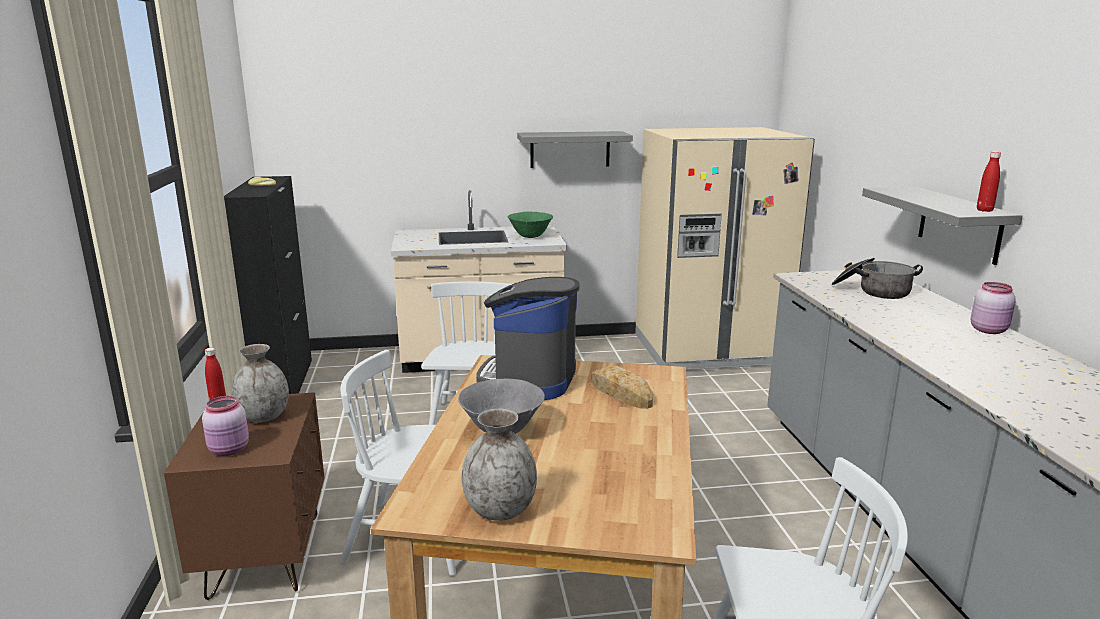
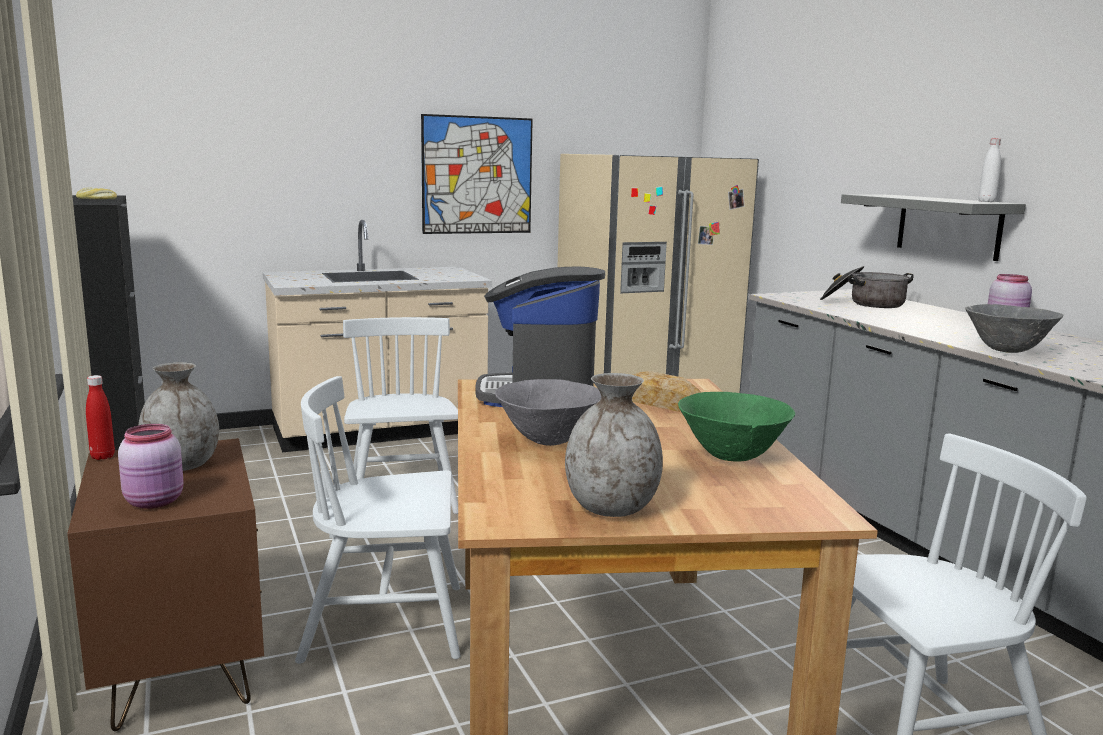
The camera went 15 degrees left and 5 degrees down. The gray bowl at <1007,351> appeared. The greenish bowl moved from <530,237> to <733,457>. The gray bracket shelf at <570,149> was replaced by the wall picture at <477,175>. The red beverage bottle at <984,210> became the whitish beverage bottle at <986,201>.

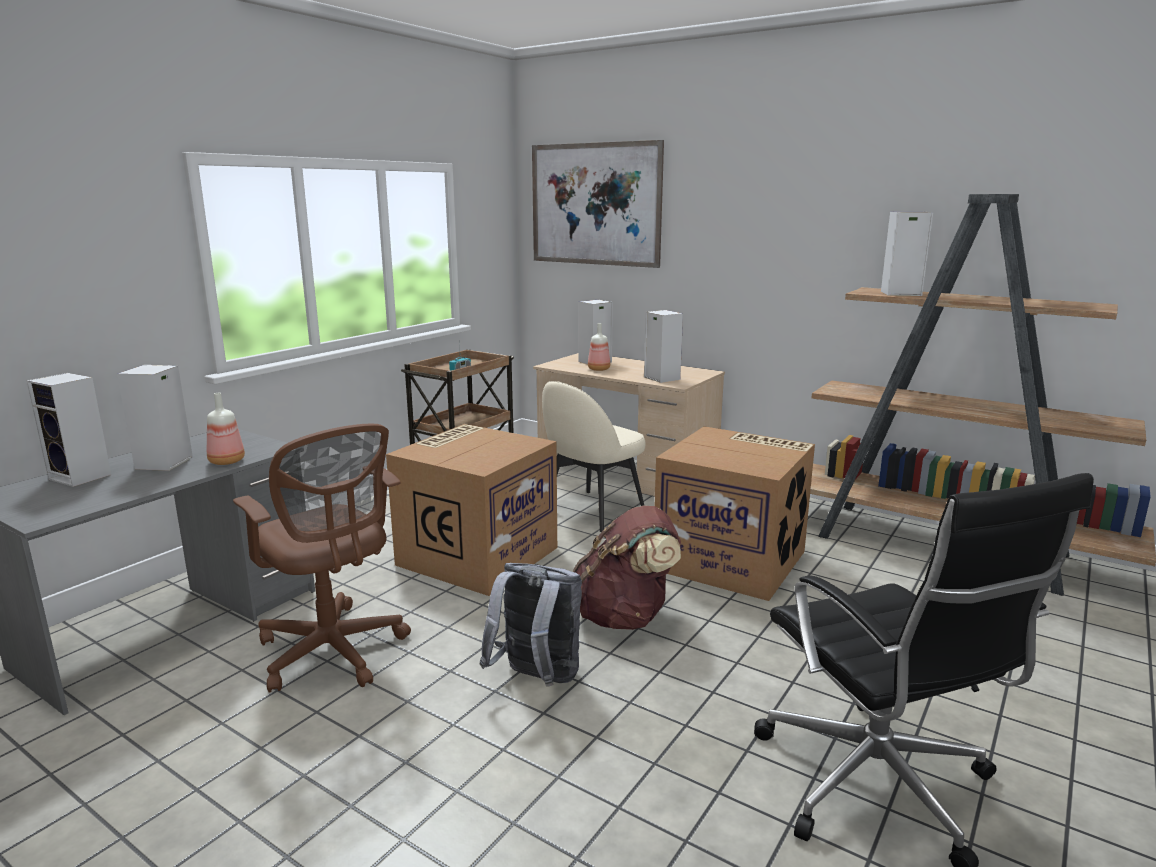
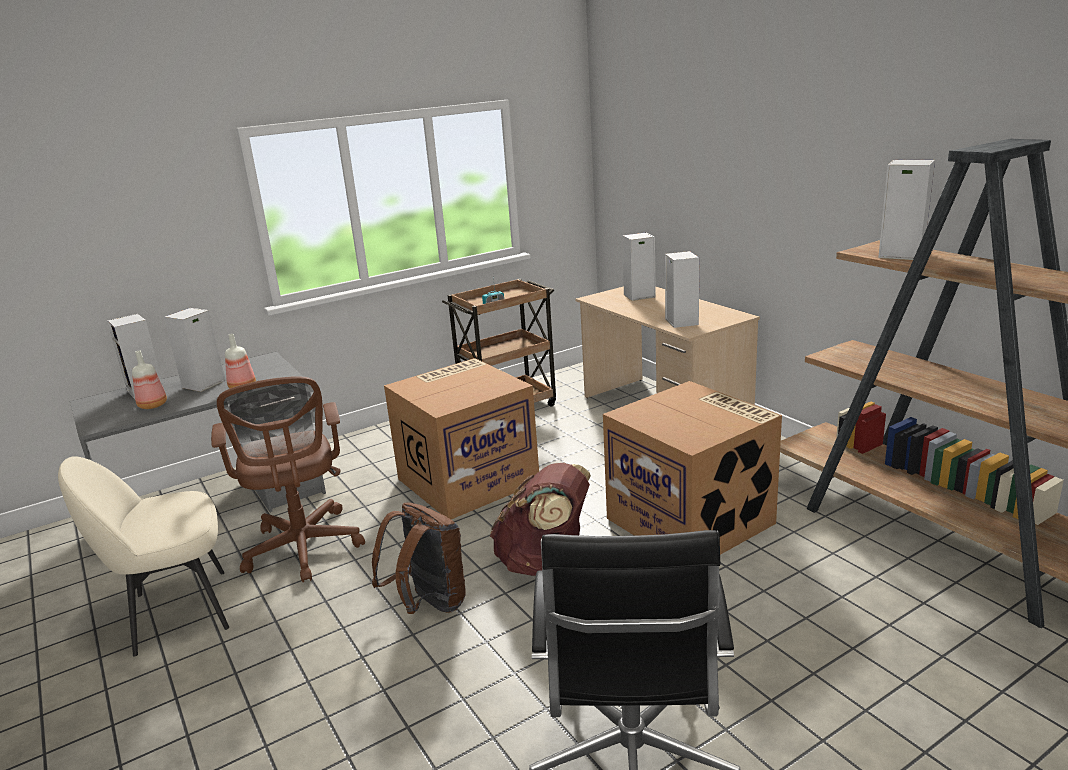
The camera went 25 degrees right and 5 degrees up. The wall picture at <594,204> disappeared. The beige-coloured chair moved from <592,511> to <177,612>. The beverage bottle moved from <598,369> to <152,405>. The gray knapsack at <536,679> became the brownish knapsack at <429,604>.

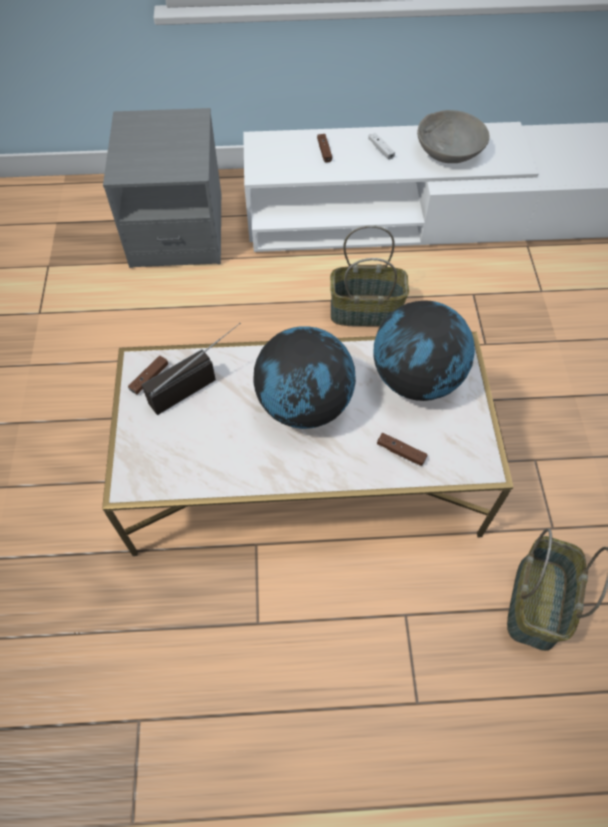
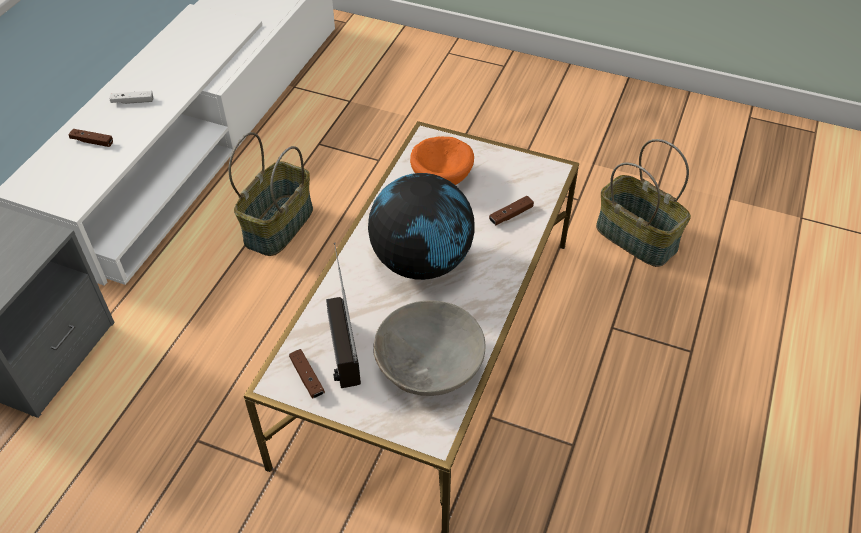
The camera went 65 degrees left and 10 degrees down. The gray bowl moved from <448,151> to <429,365>. The desk globe at <416,379> was replaced by the orangey bowl at <442,176>.

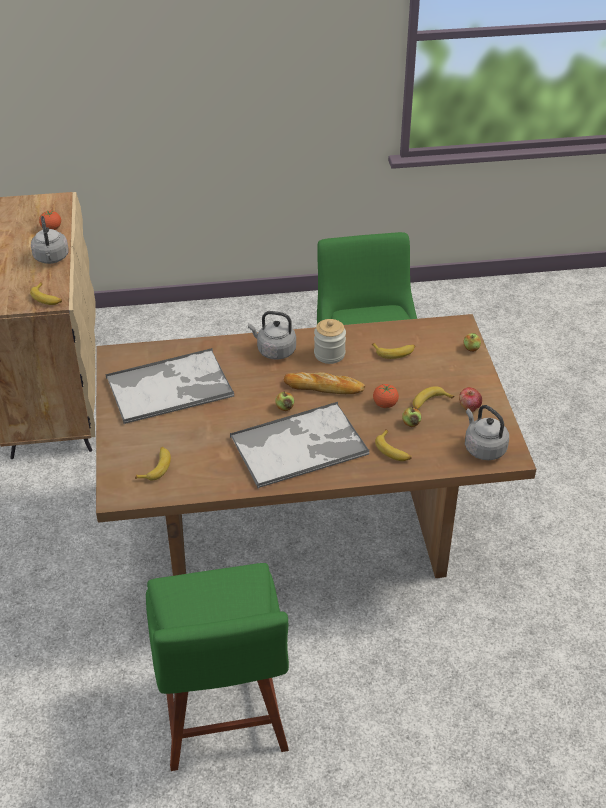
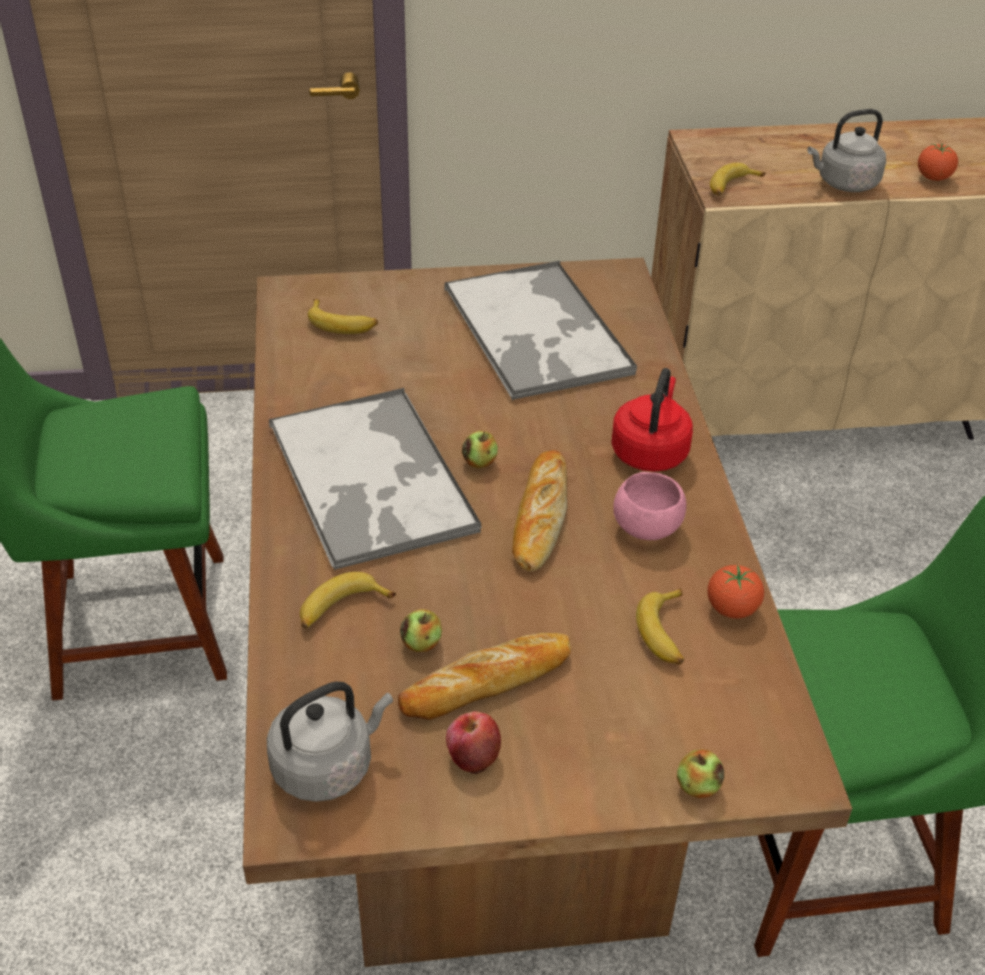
The camera went 90 degrees right and 0 degrees up. The fresh tomato moved from <385,404> to <732,609>. The preserve jar at <329,354> was replaced by the pink-coloured bowl at <647,528>. The whole banana at <429,403> was replaced by the baked bread at <488,681>. The gray water kettle at <274,351> became the red water kettle at <650,451>.

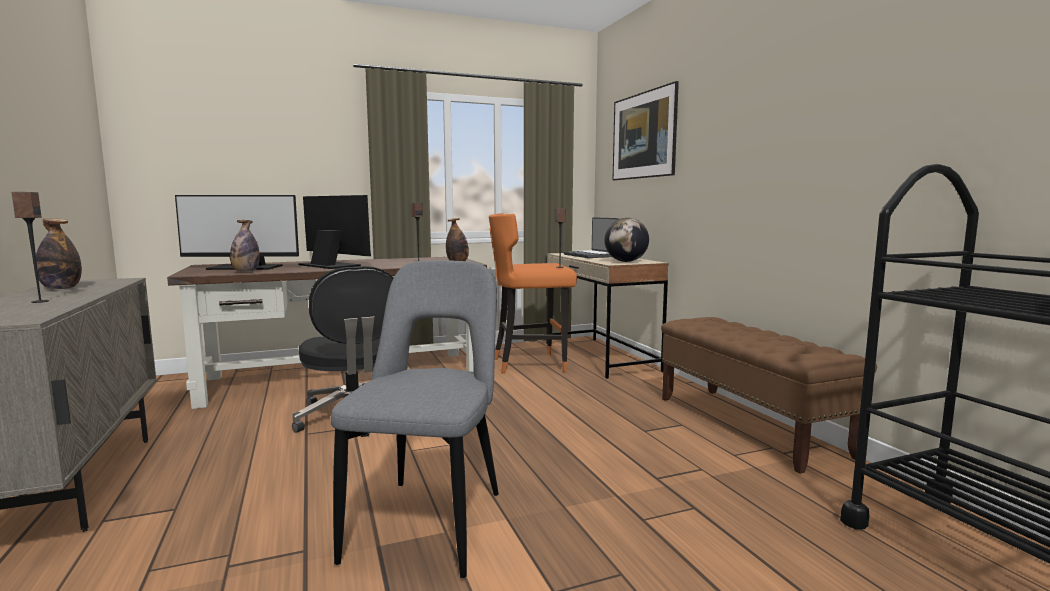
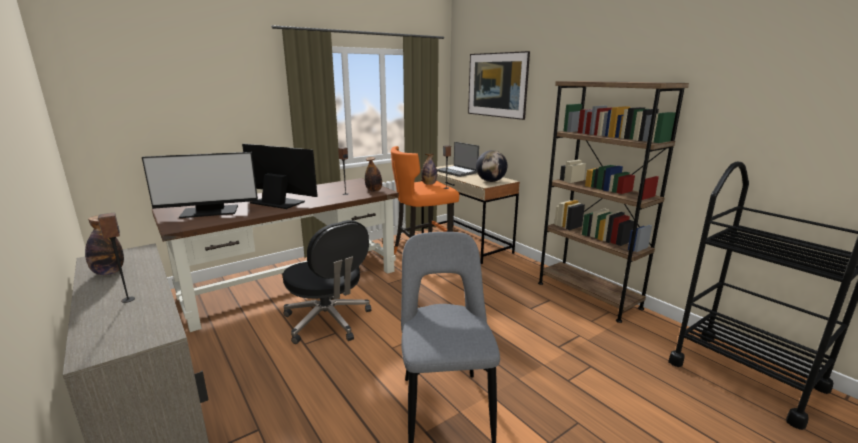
The camera went 15 degrees left and 10 degrees up. The beverage bottle moved from <246,272> to <429,184>. The brownish long seat at <749,425> was replaced by the brownish bookshelf at <587,295>.

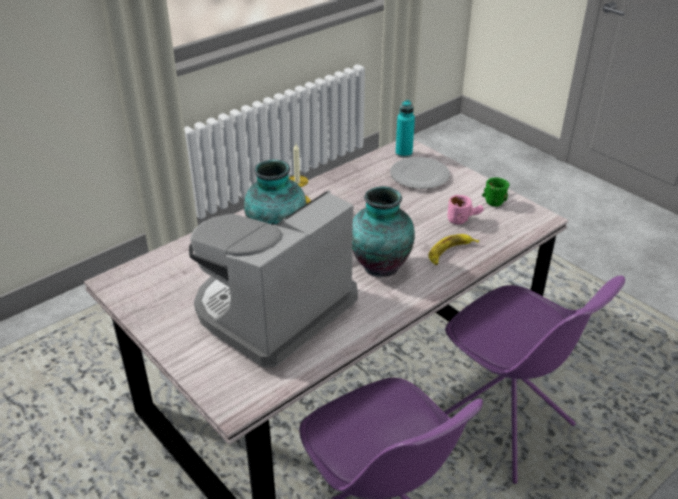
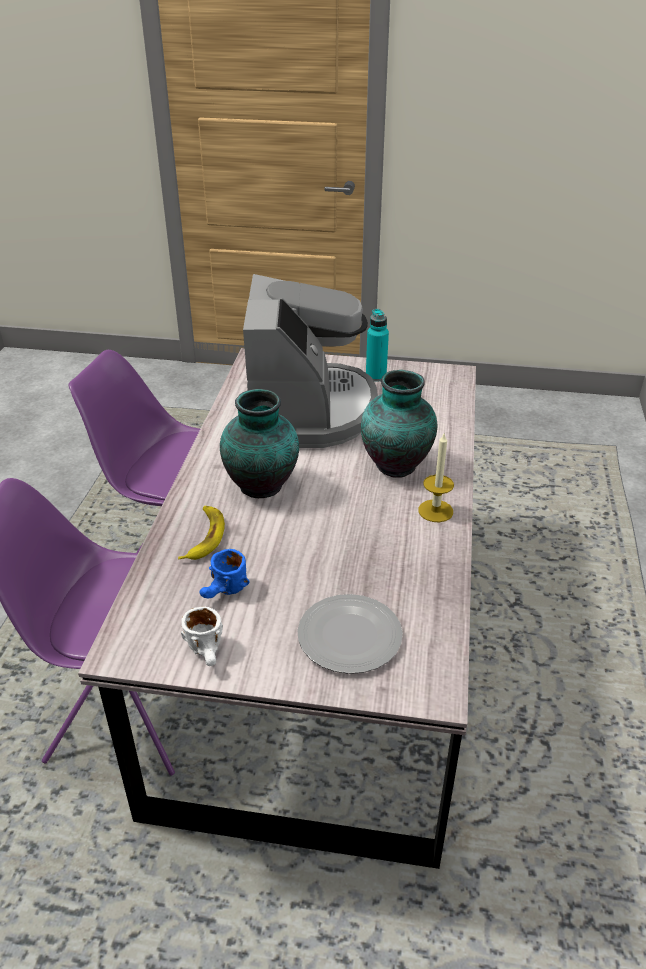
The camera went 140 degrees right and 0 degrees up. The blue-green beverage bottle moved from <403,153> to <376,376>. The pink-coloured mug at <463,218> became the blue-coloured mug at <225,592>. The greenish mug at <494,198> became the whitish mug at <209,653>.

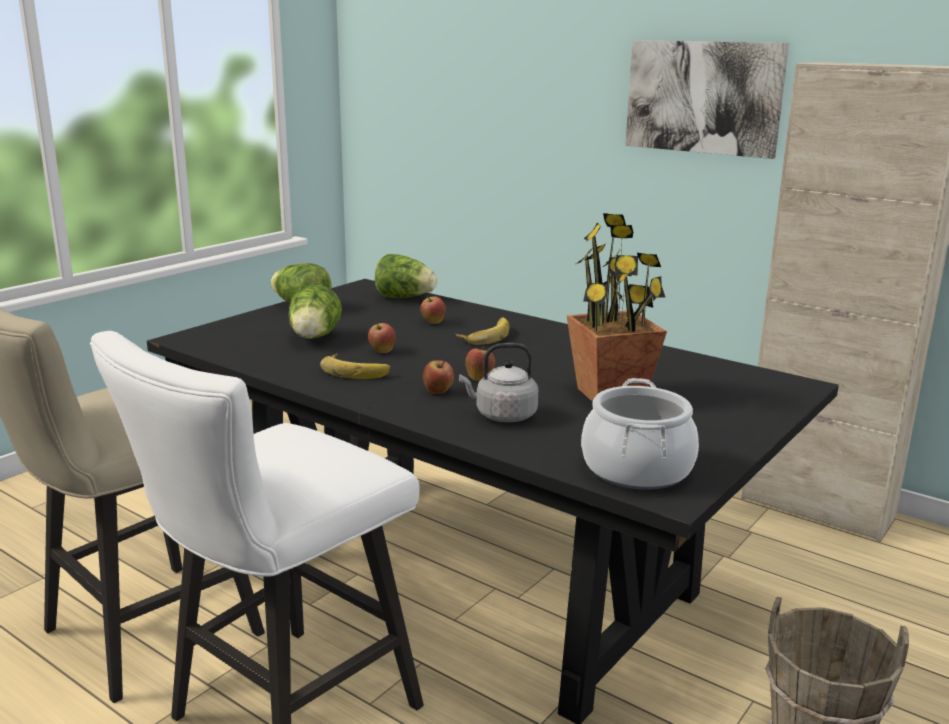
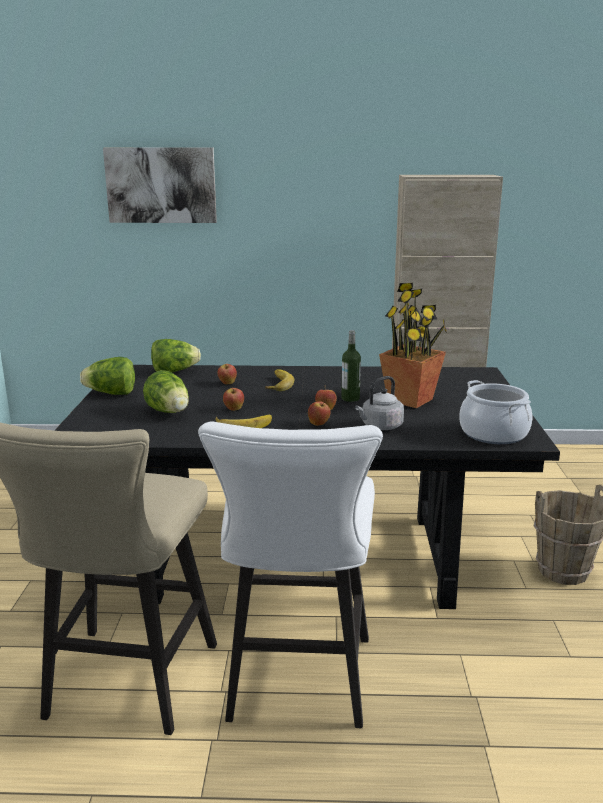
The camera went 35 degrees left and 0 degrees up. The beverage bottle at <350,398> appeared. The wall picture moved from <703,97> to <161,185>.

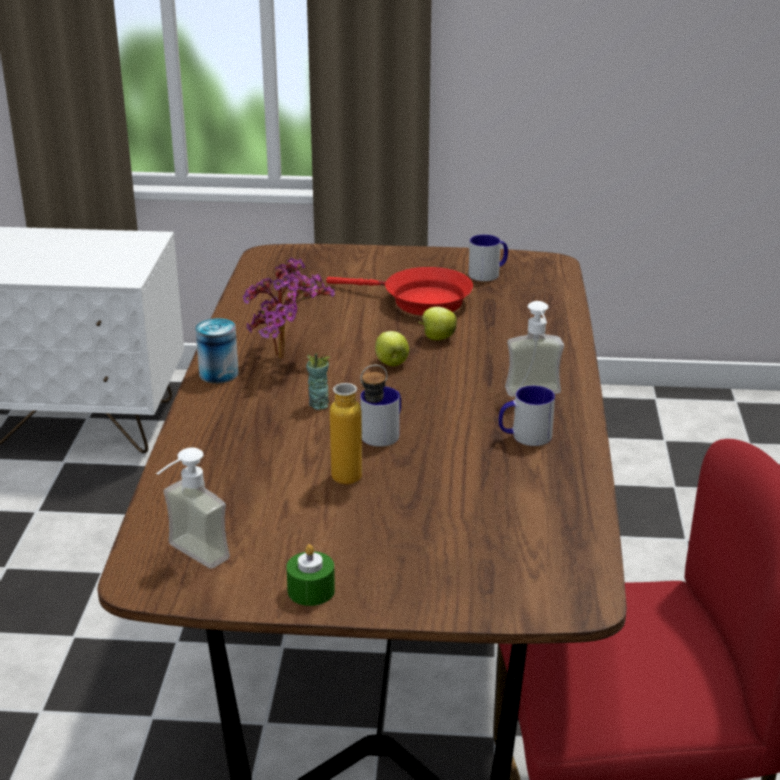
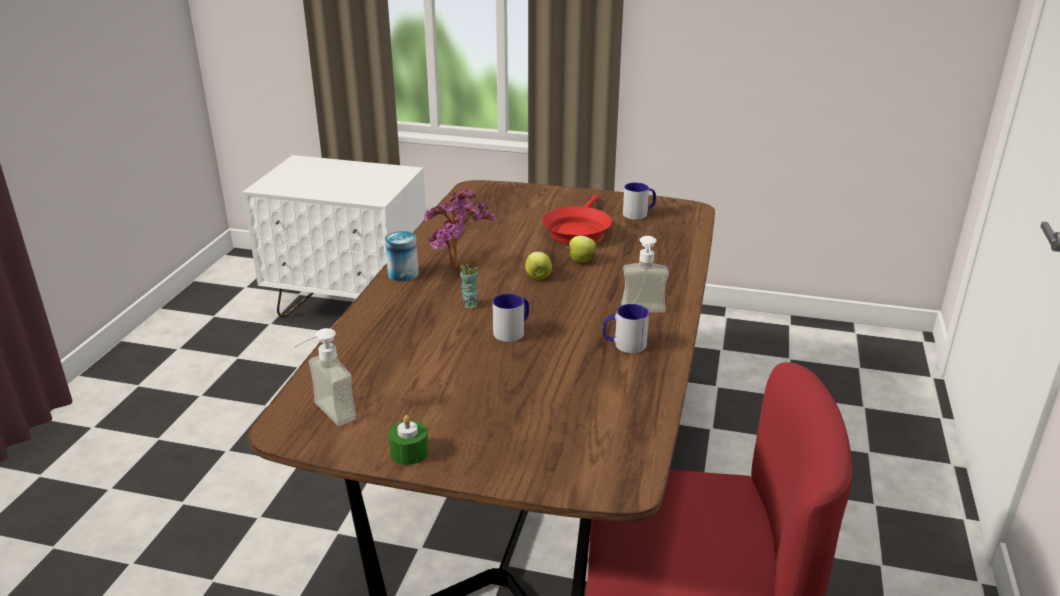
The camera went 10 degrees right and 0 degrees up. The beverage bottle at <359,476> disappeared. The red pan at <419,301> turned 75 degrees clockwise.

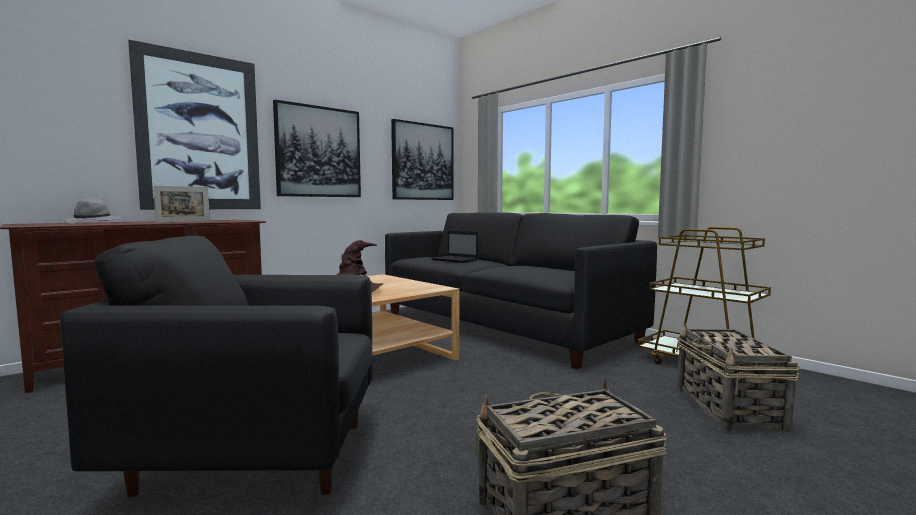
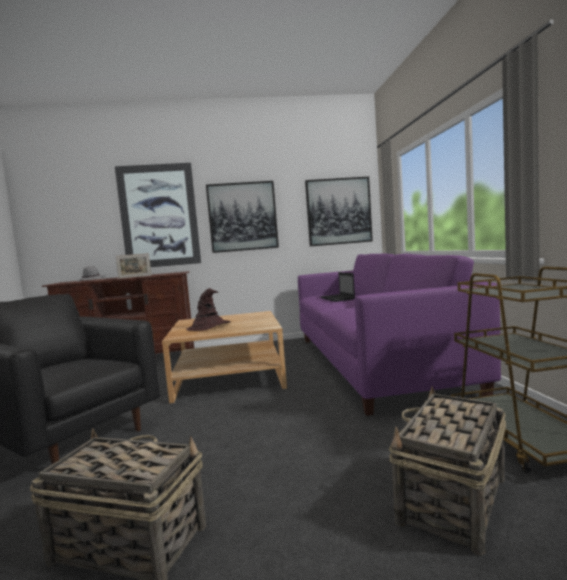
The camera went 35 degrees right and 0 degrees up. The black-coloured settee at <502,327> became the purple settee at <372,362>.

